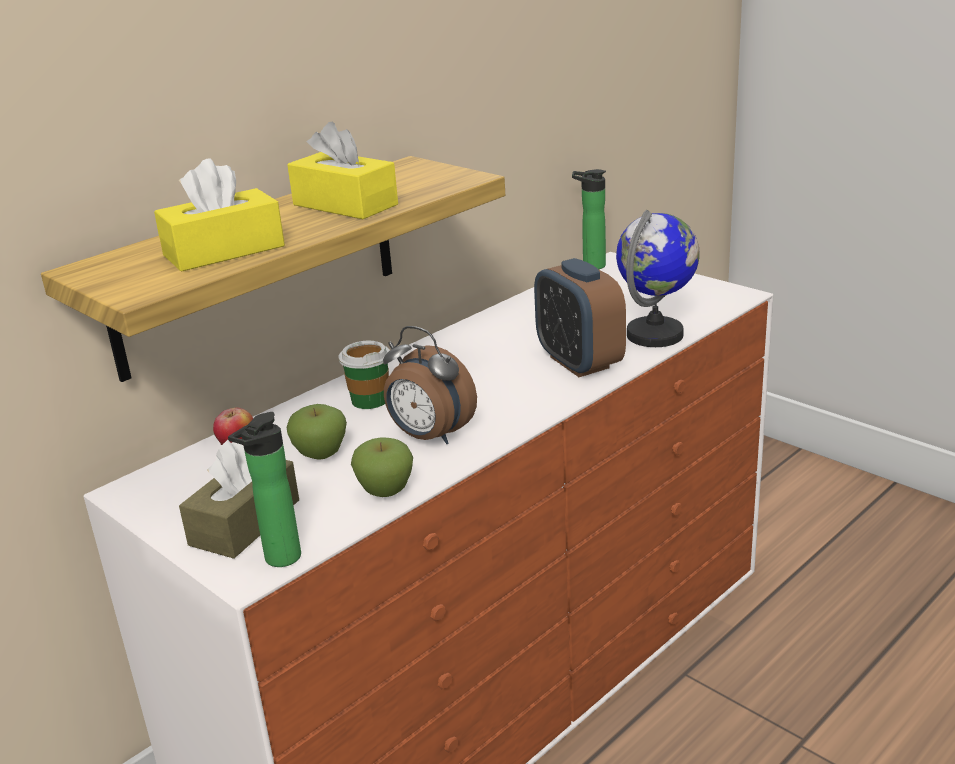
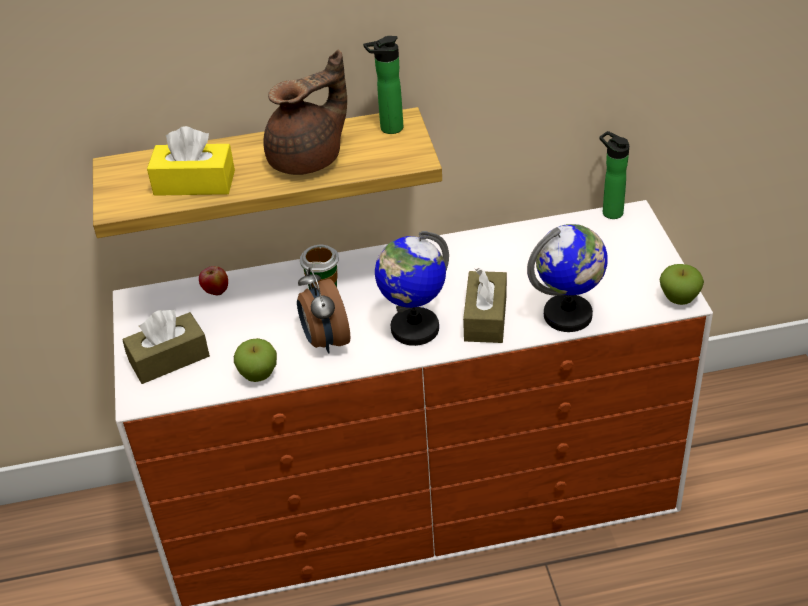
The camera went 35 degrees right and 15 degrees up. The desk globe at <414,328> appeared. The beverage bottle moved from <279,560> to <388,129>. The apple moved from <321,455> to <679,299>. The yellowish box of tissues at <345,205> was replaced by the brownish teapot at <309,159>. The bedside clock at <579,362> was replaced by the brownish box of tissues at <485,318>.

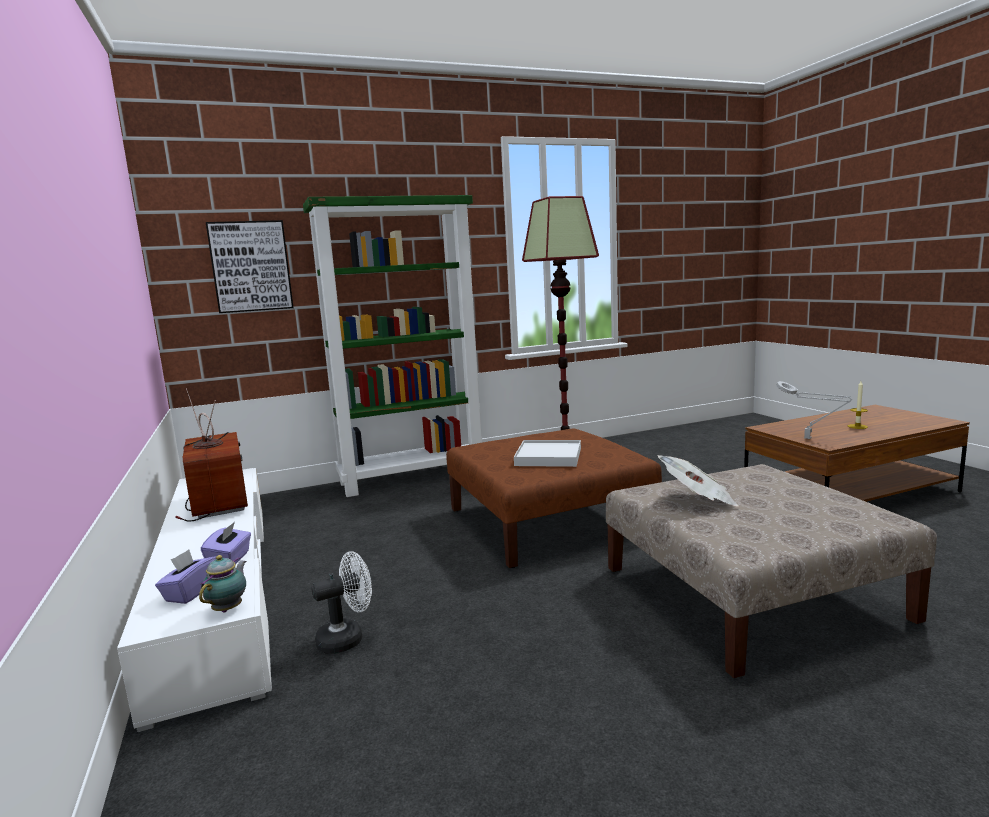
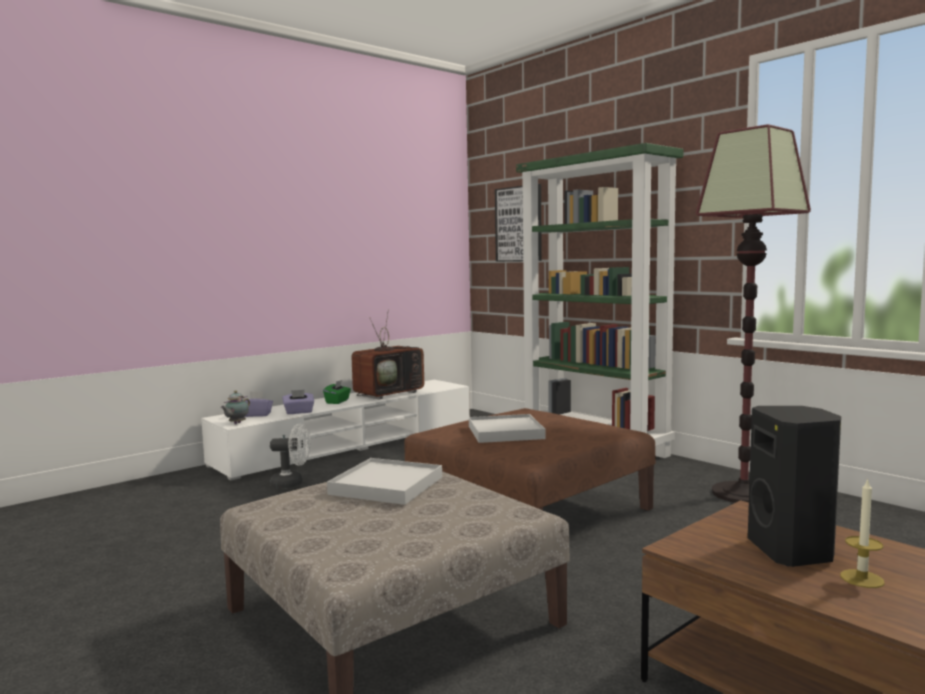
The camera went 70 degrees right and 5 degrees down. The gray lamp for a table at <810,439> disappeared. The greenish box of tissues at <337,401> appeared. The black-coloured loudspeaker at <792,552> appeared. The printed paper at <698,499> was replaced by the whitish tray at <386,486>. The teapot at <229,608> turned 120 degrees clockwise. The whitish cooling fan at <347,638> turned 45 degrees counterclockwise.

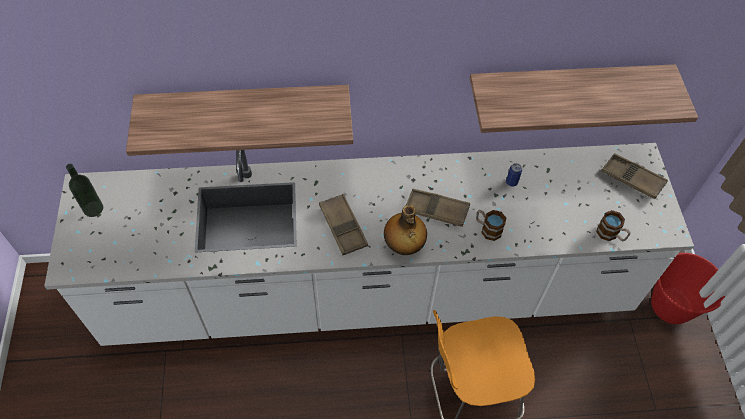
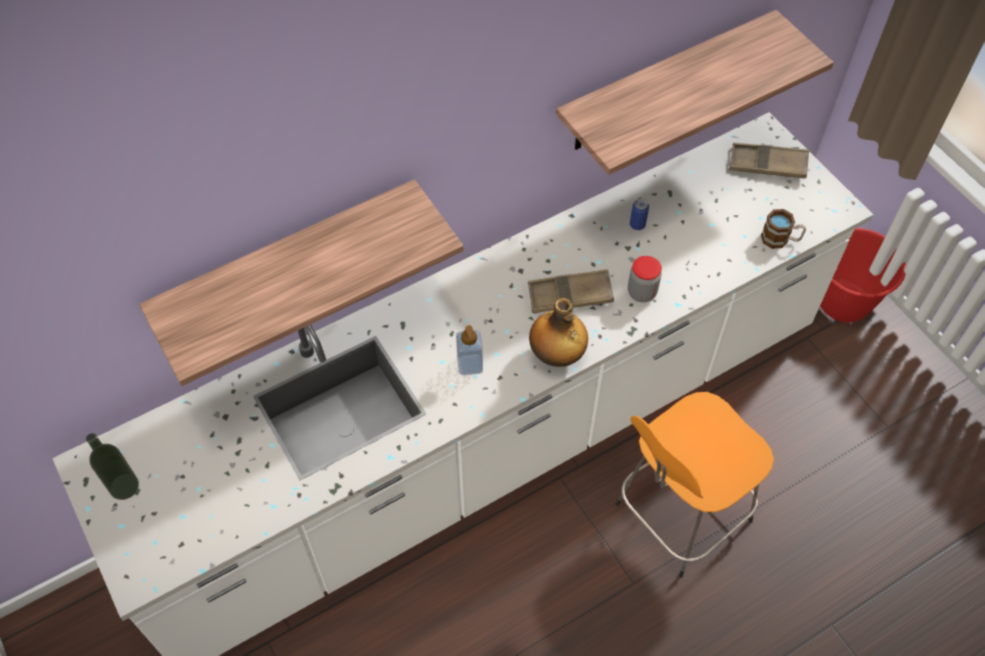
The camera went 25 degrees left and 0 degrees up. The brownish tray at <343,227> was replaced by the soap bottle at <470,365>. The mug at <487,229> was replaced by the preserve jar at <641,292>.

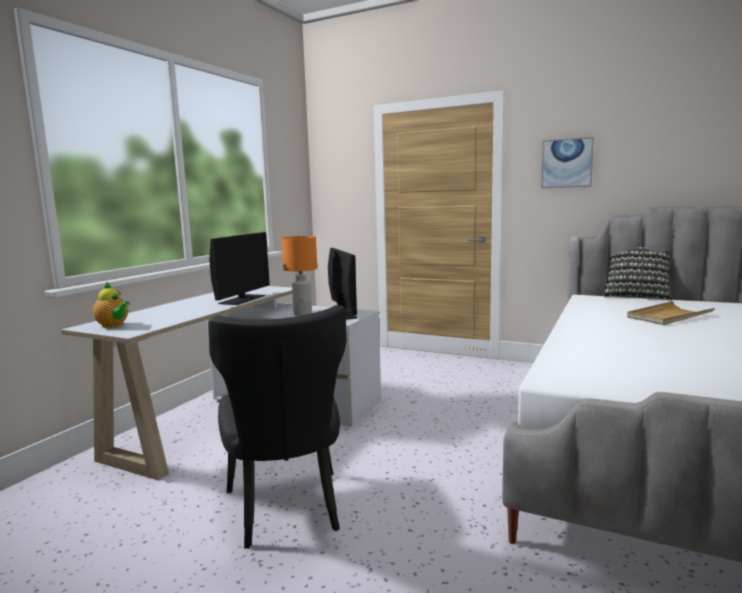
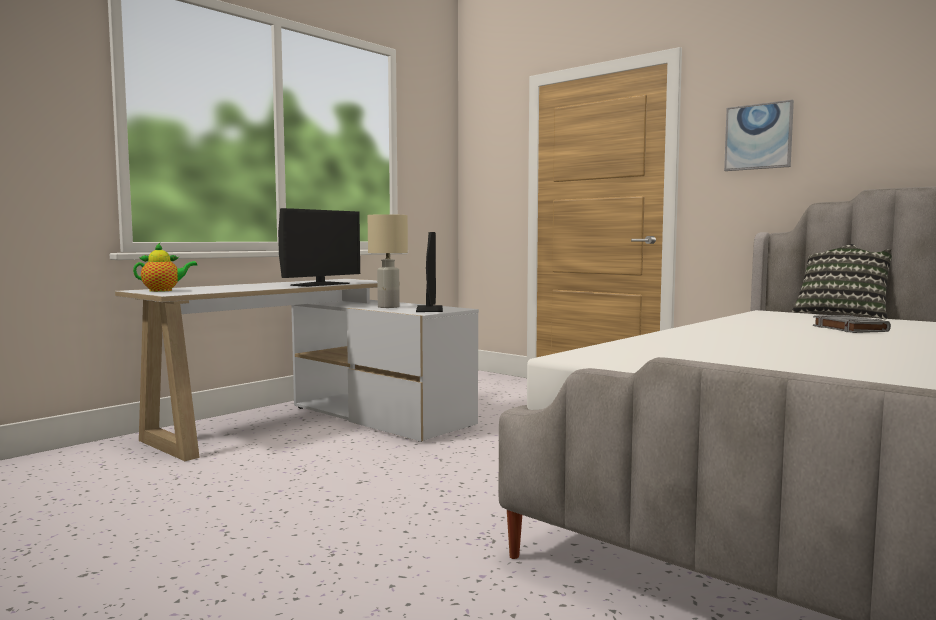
The camera went 15 degrees right and 5 degrees down. The black-coloured chair at <286,511> disappeared. The beige-coloured tray at <668,316> was replaced by the gray volume at <849,329>. The orangey lamp for a table at <303,314> became the beige-coloured lamp for a table at <388,307>. The teapot at <113,326> turned 75 degrees counterclockwise.

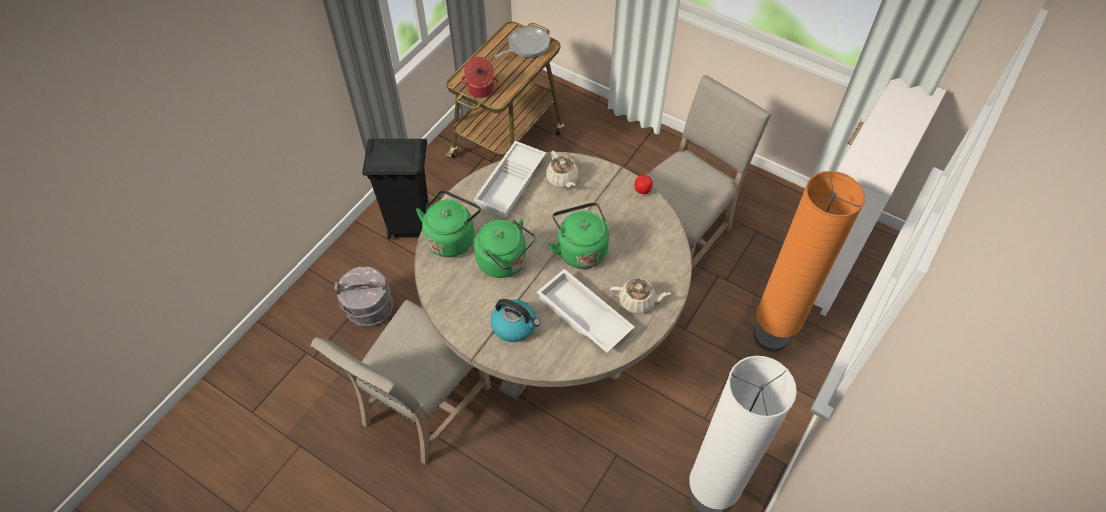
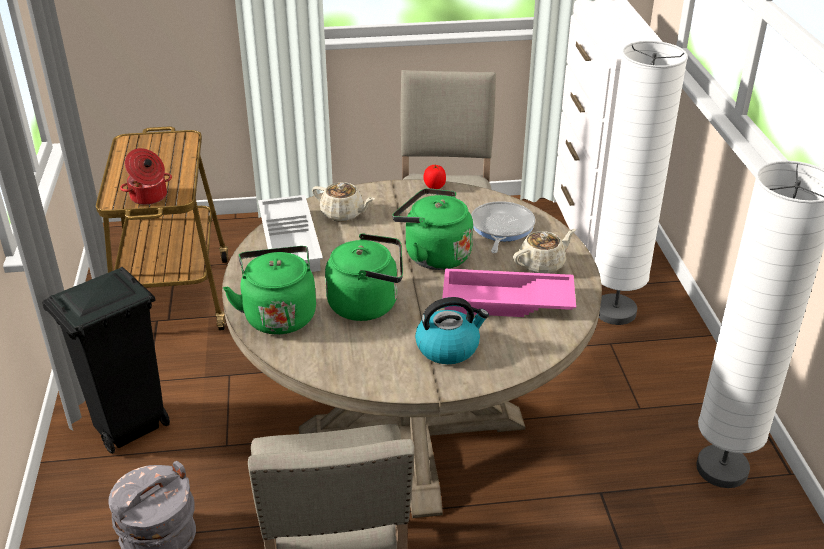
The camera went 40 degrees left and 20 degrees down. The pan moved from <526,45> to <501,228>. The whitish tray at <582,316> became the pink-coloured tray at <506,302>. The orangey standing lamp at <771,336> became the whitish standing lamp at <615,312>.

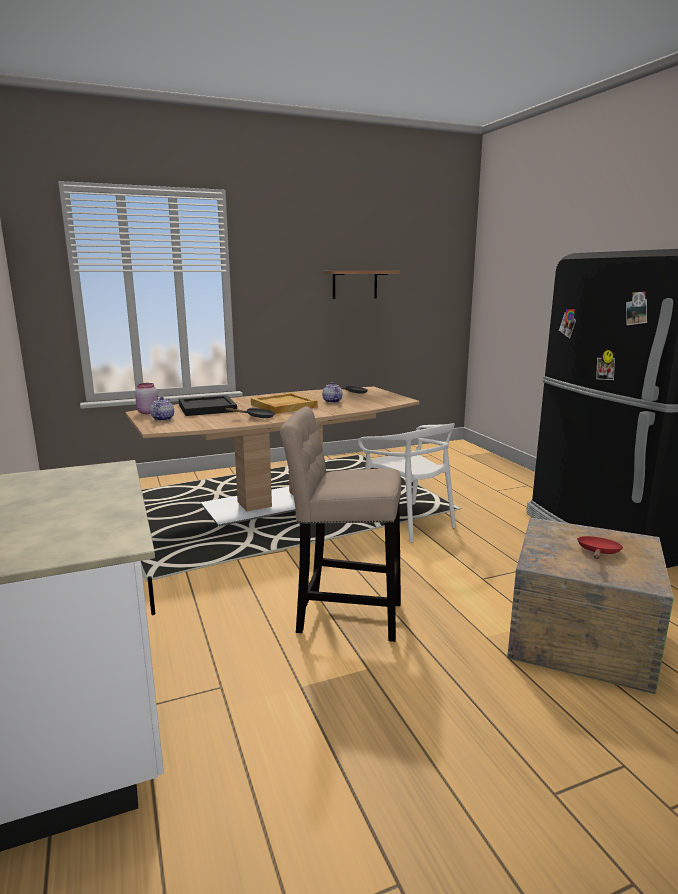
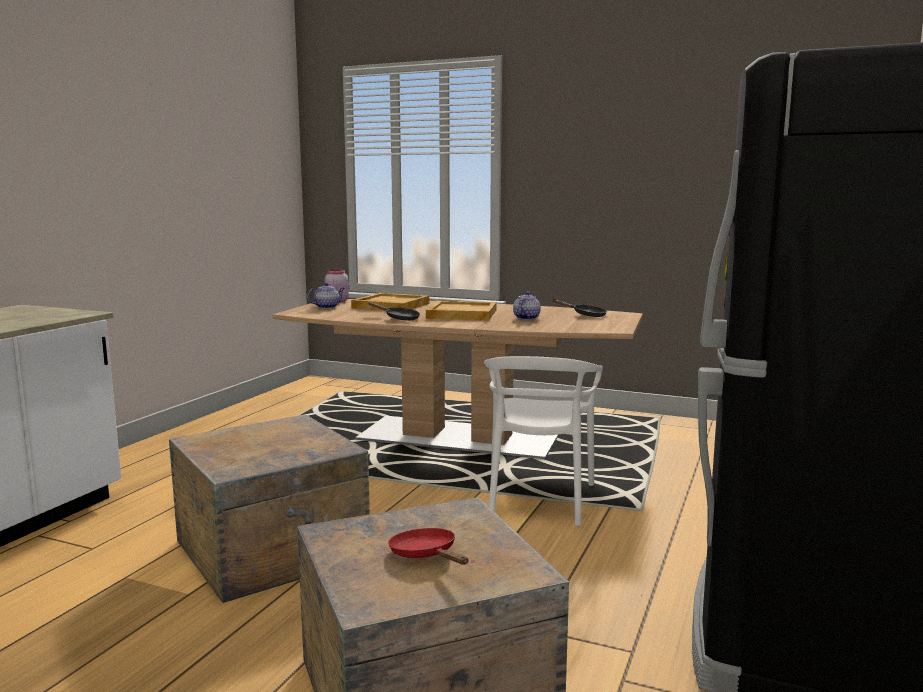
The camera went 45 degrees right and 5 degrees down. The bracket shelf at <354,284> disappeared. The beige-coloured stool at <343,615> was replaced by the shipping crate at <273,547>. The black-coloured tray at <207,408> became the beige-coloured tray at <390,305>. The red pan at <598,552> turned 105 degrees counterclockwise.

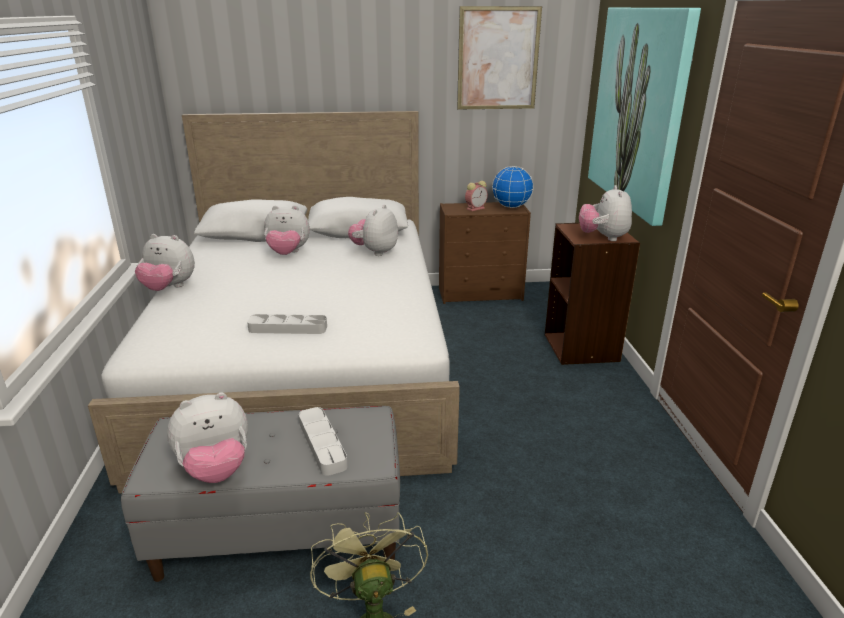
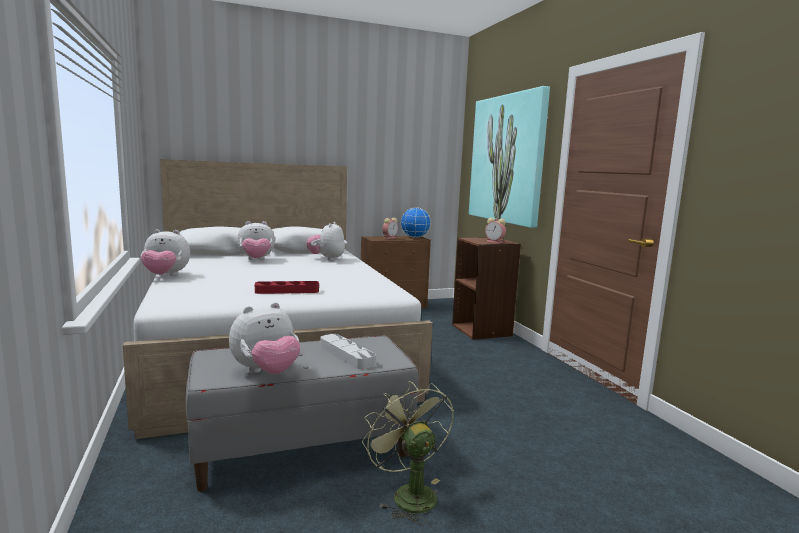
The camera went 15 degrees left and 15 degrees down. The wall picture at <498,59> disappeared. The soft toy at <603,238> was replaced by the bedside clock at <495,242>. The gray tray at <288,328> became the red tray at <287,291>.

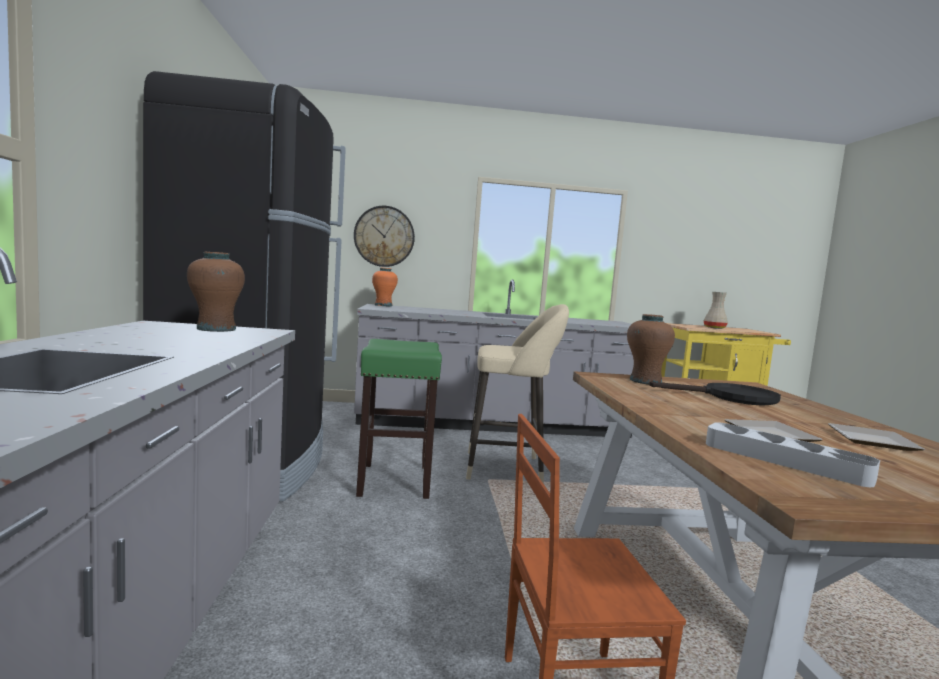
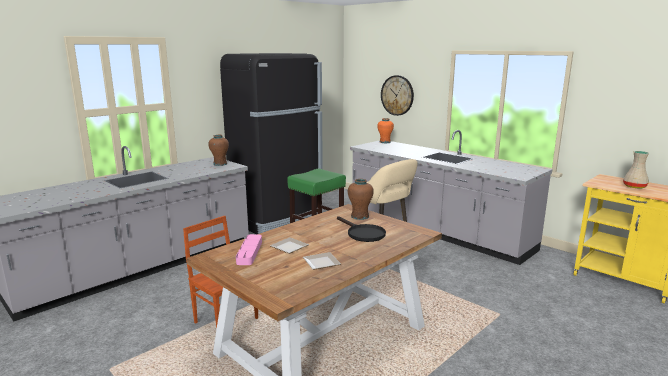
The camera went 50 degrees right and 10 degrees up. The gray tray at <784,460> became the pink-coloured tray at <249,252>.

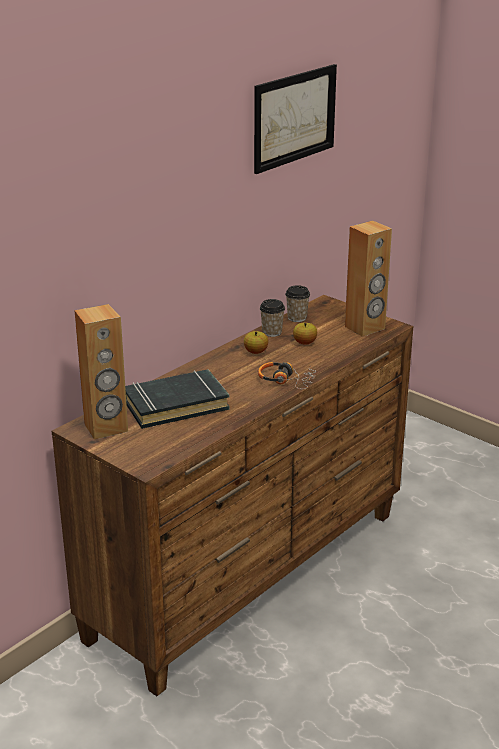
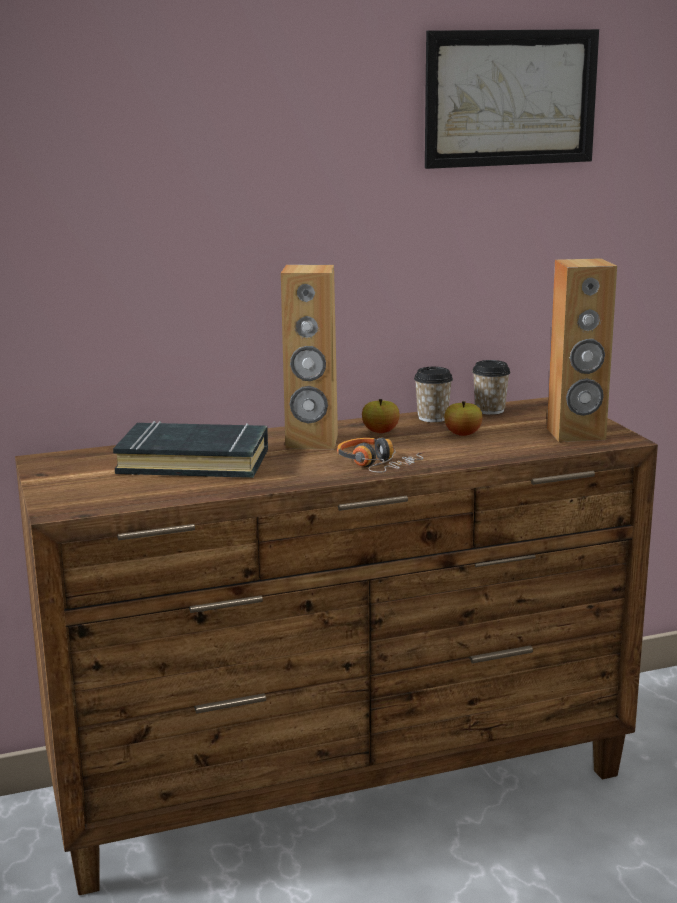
The camera went 30 degrees right and 10 degrees down. The brownish loudspeaker moved from <106,428> to <312,442>.

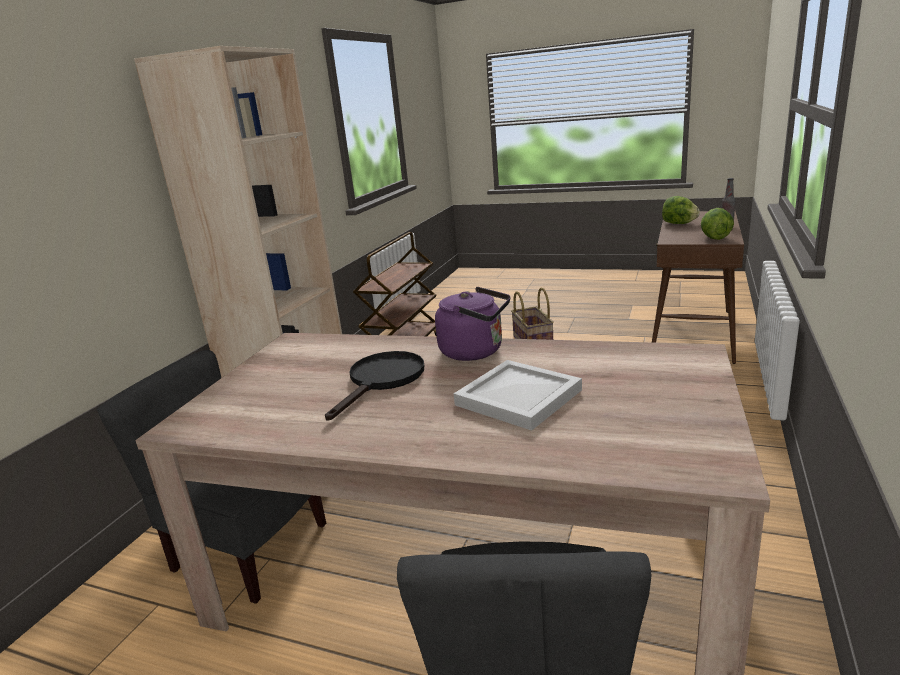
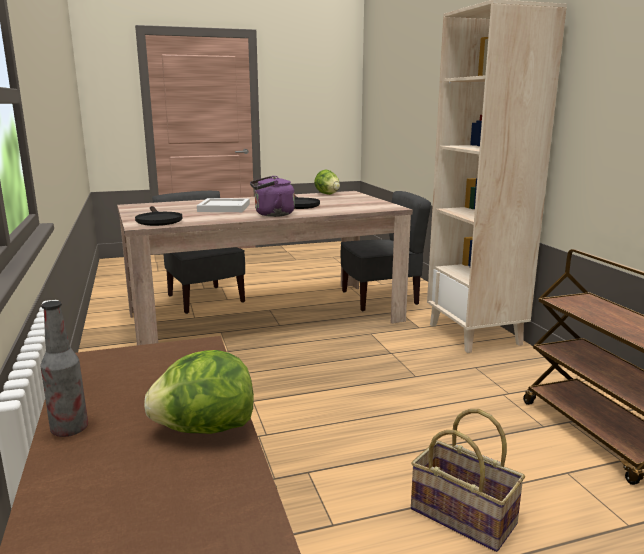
The camera went 140 degrees right and 5 degrees down. The black-coloured pan at <158,220> appeared. The lettuce moved from <714,238> to <327,194>.

